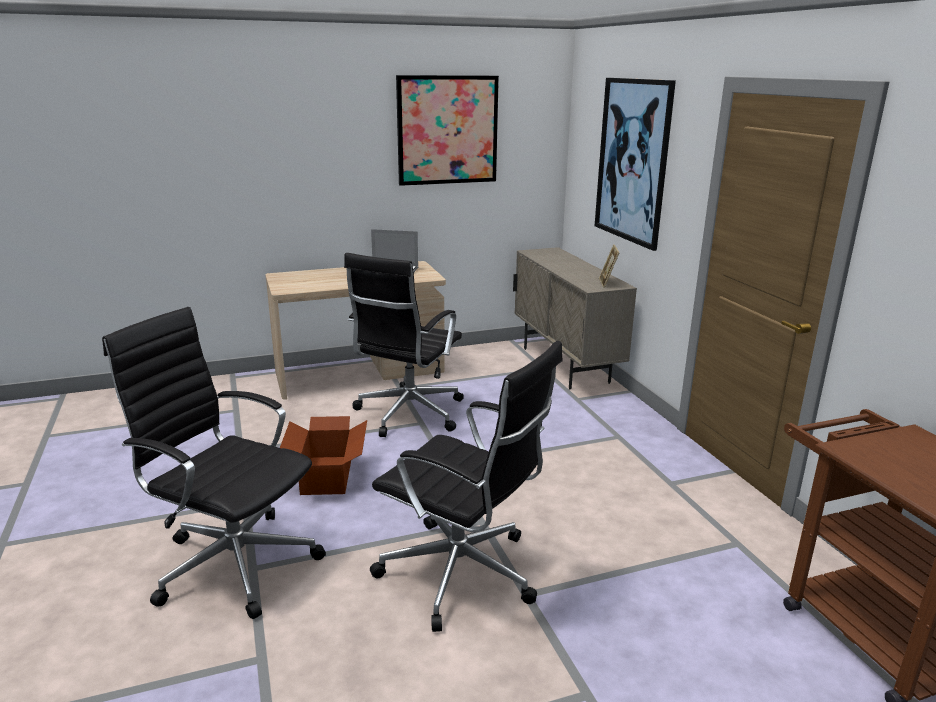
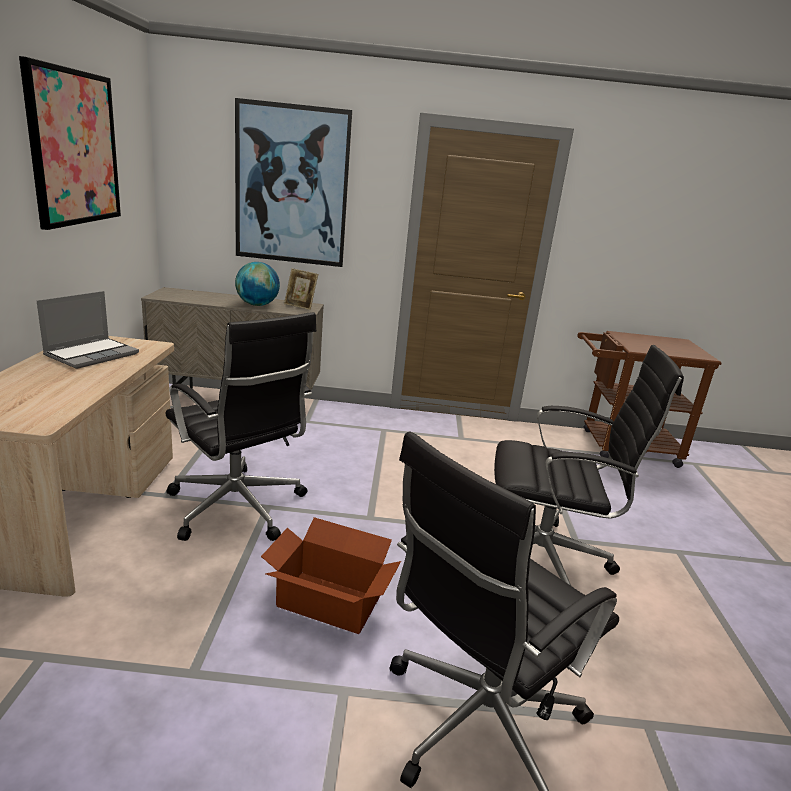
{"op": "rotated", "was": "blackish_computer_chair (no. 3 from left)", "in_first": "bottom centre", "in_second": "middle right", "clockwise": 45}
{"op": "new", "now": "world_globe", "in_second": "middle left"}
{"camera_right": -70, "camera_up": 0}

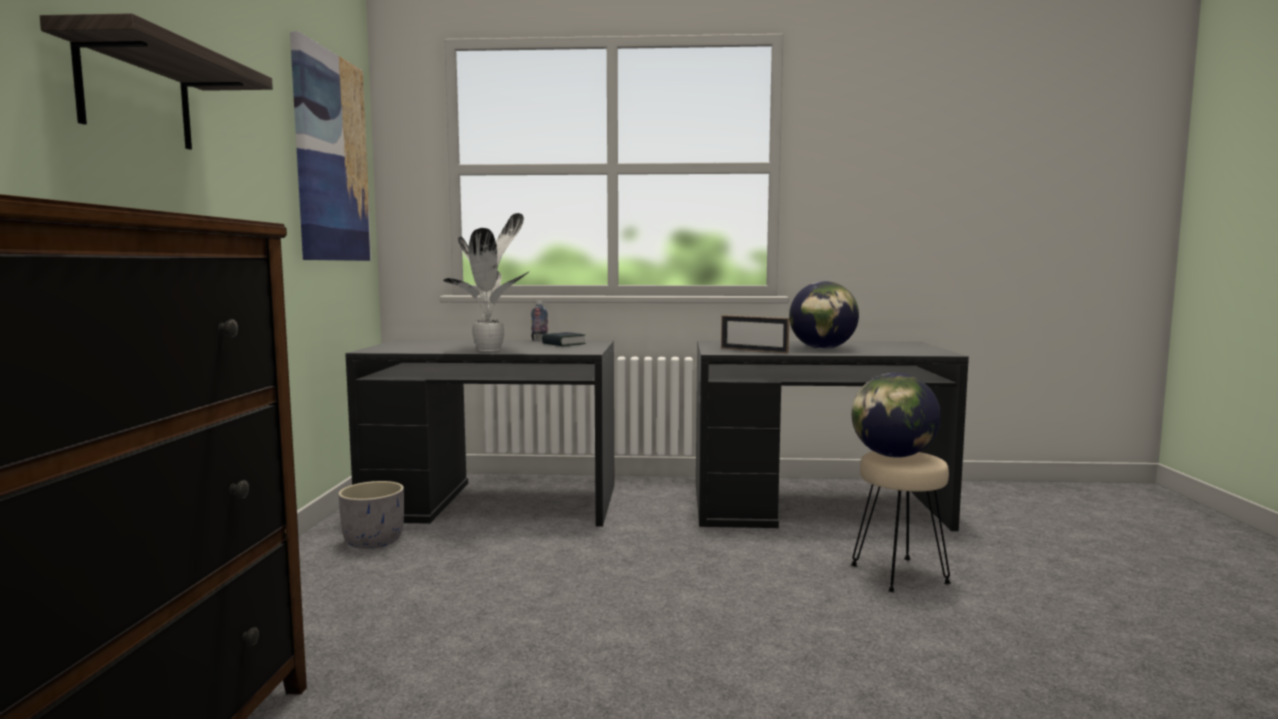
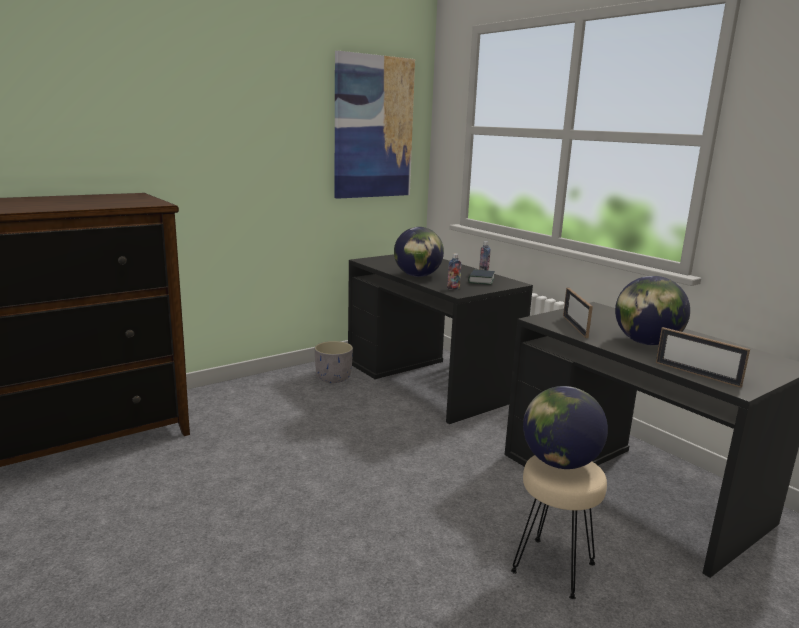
{"op": "gone", "was": "wall_shelf", "in_first": "top left"}
{"op": "swapped", "was": "plant_in_a_pot", "now": "world_globe (no. 1 from left)", "in_first": "centre", "in_second": "centre"}
{"op": "new", "now": "beverage_bottle (no. 1 from left)", "in_second": "centre"}
{"op": "new", "now": "picture_frame (no. 2 from left)", "in_second": "middle right"}
{"camera_right": 50, "camera_up": 10}

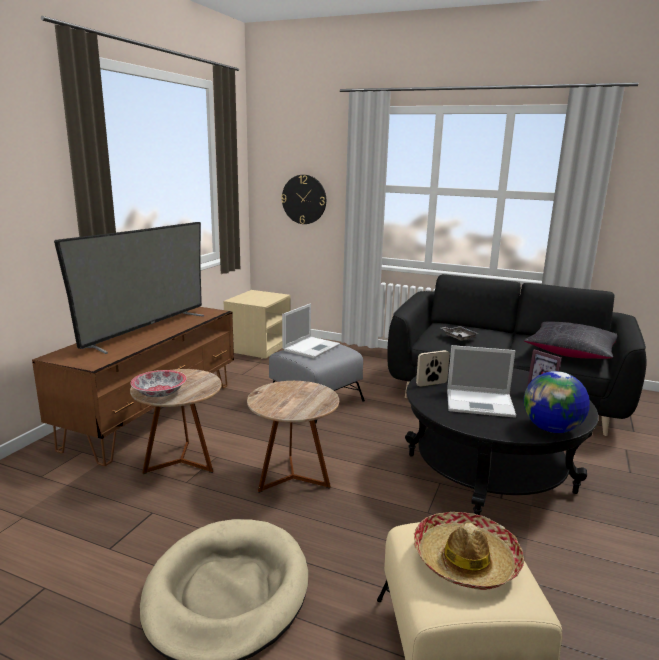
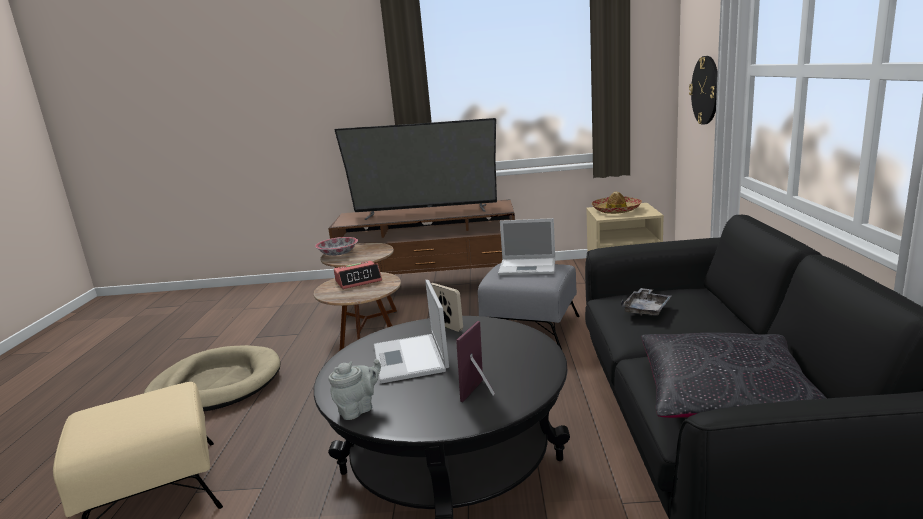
{"op": "swapped", "was": "world_globe", "now": "gray_tea_pot", "in_first": "middle right", "in_second": "bottom centre"}
{"op": "shifted", "was": "hat", "in_first": "bottom right", "in_second": "middle right"}
{"op": "new", "now": "alarm_clock", "in_second": "centre"}
{"camera_right": 70, "camera_up": 0}

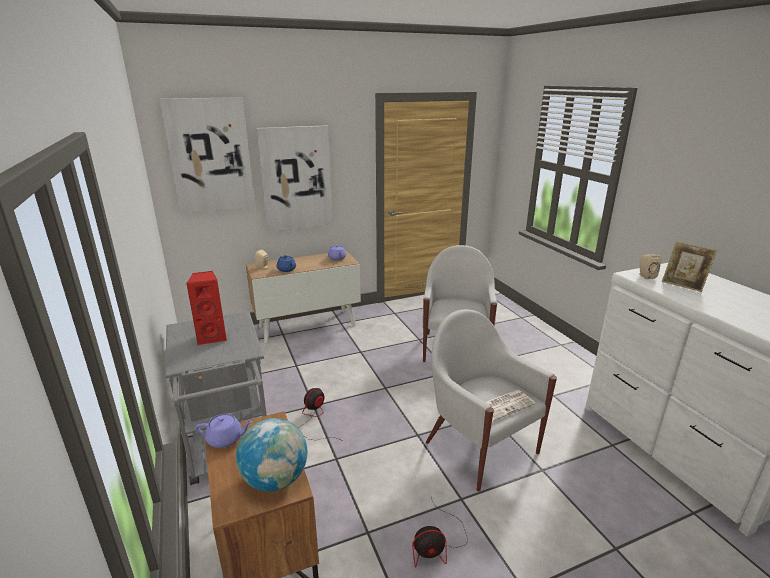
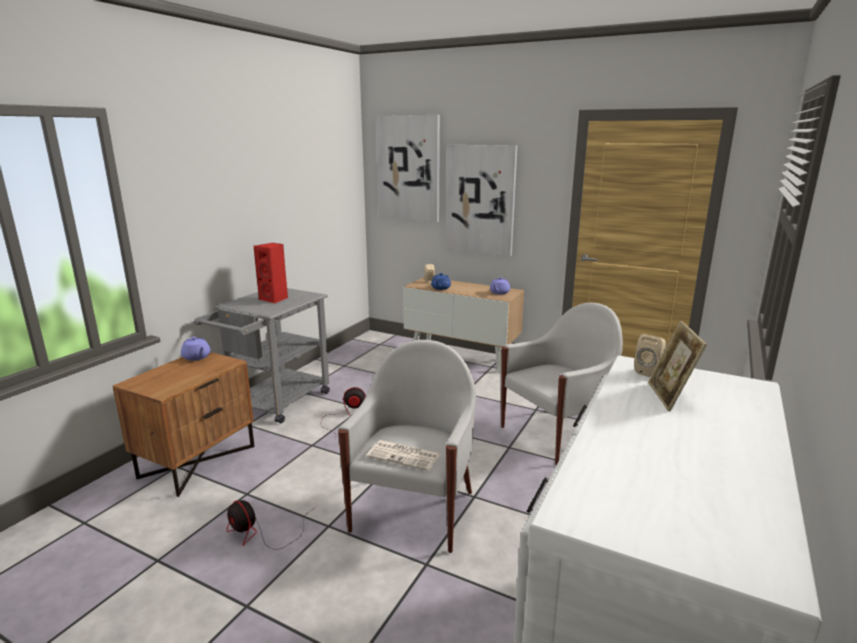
{"op": "gone", "was": "world_globe", "in_first": "bottom centre"}
{"camera_right": 50, "camera_up": -5}

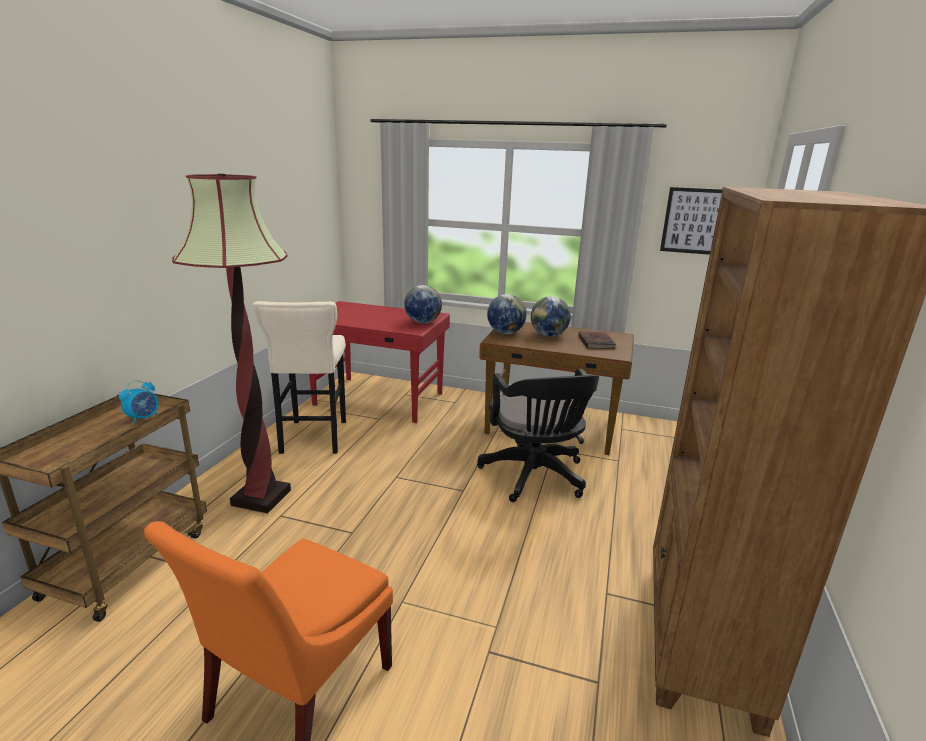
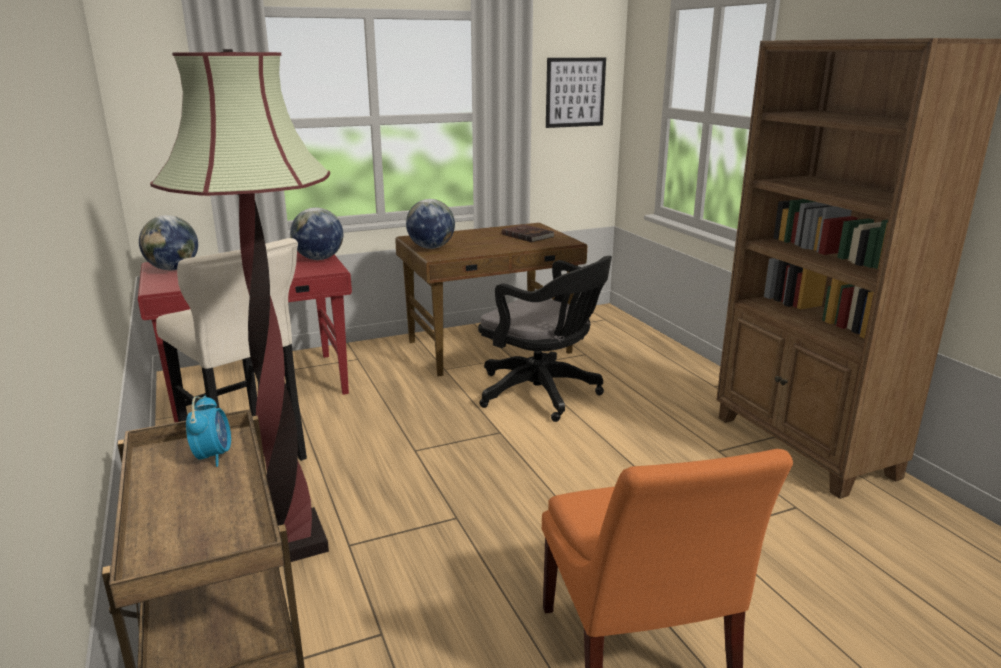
{"op": "shifted", "was": "world_globe (no. 3 from left in the first image)", "now": "world_globe (no. 1 from left)", "in_first": "centre", "in_second": "middle left"}
{"camera_right": -40, "camera_up": 0}

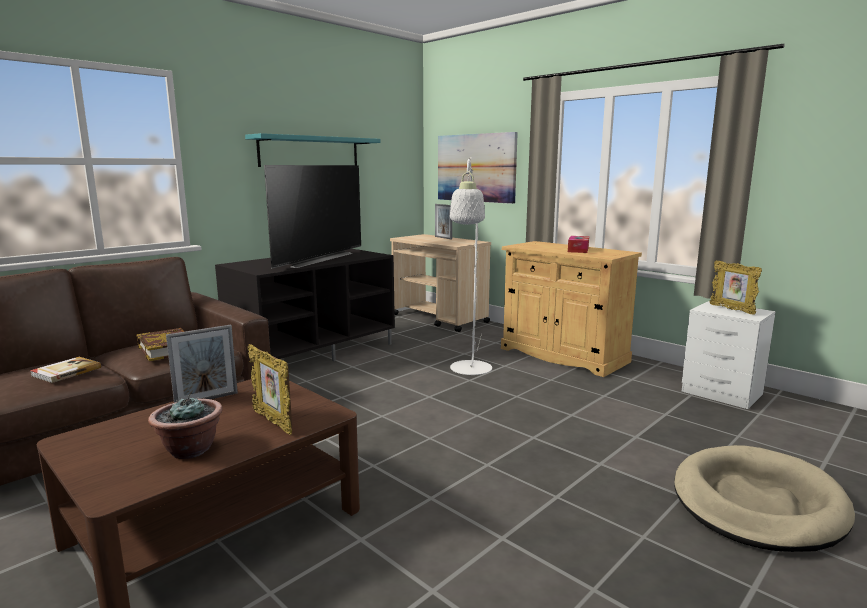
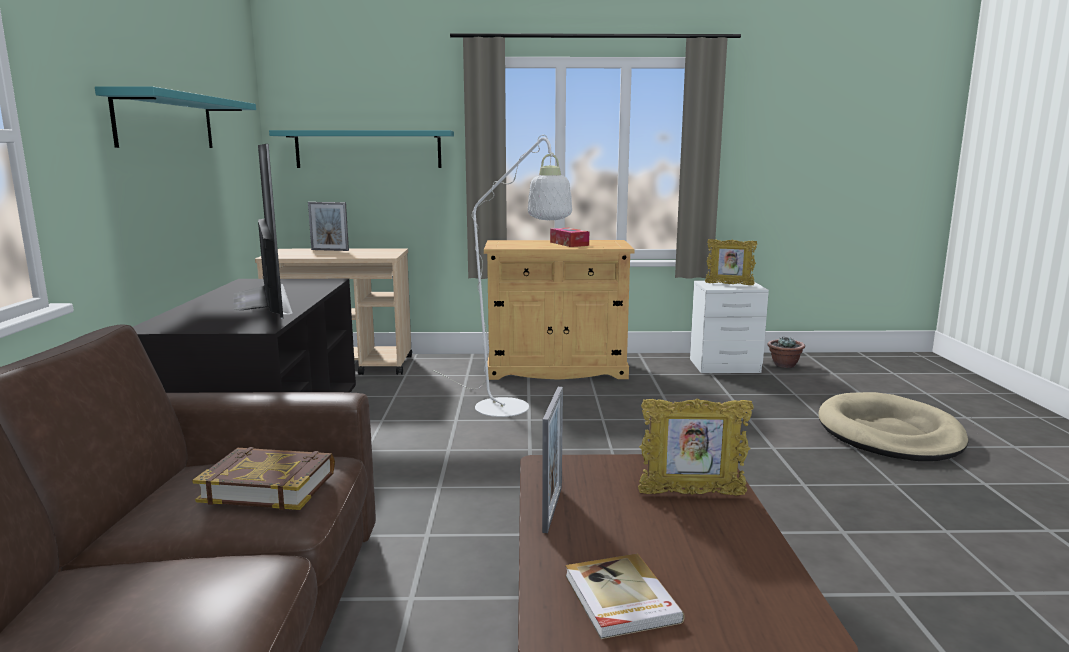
{"op": "swapped", "was": "picture", "now": "turquoise_wall_shelf (no. 2 from left)", "in_first": "top centre", "in_second": "top centre"}
{"op": "shifted", "was": "bound_book (no. 1 from left in the first image)", "now": "bound_book (no. 2 from left)", "in_first": "middle left", "in_second": "bottom centre"}
{"op": "shifted", "was": "plant_in_a_pot", "in_first": "bottom left", "in_second": "middle right"}
{"camera_right": -45, "camera_up": 0}

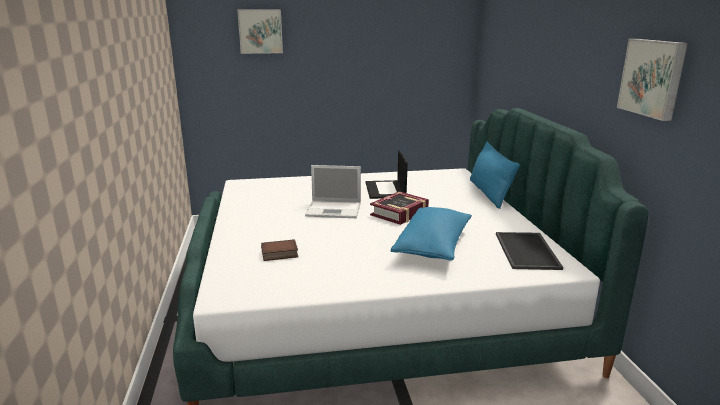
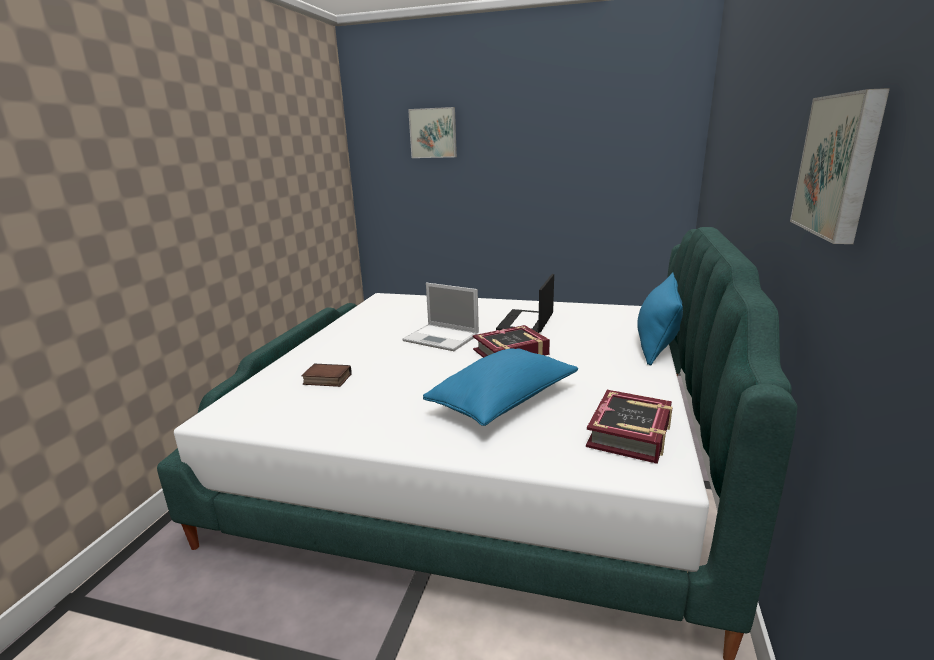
{"op": "swapped", "was": "carrying_tray", "now": "bound_book (no. 3 from left)", "in_first": "middle right", "in_second": "middle right"}
{"camera_right": 25, "camera_up": 0}

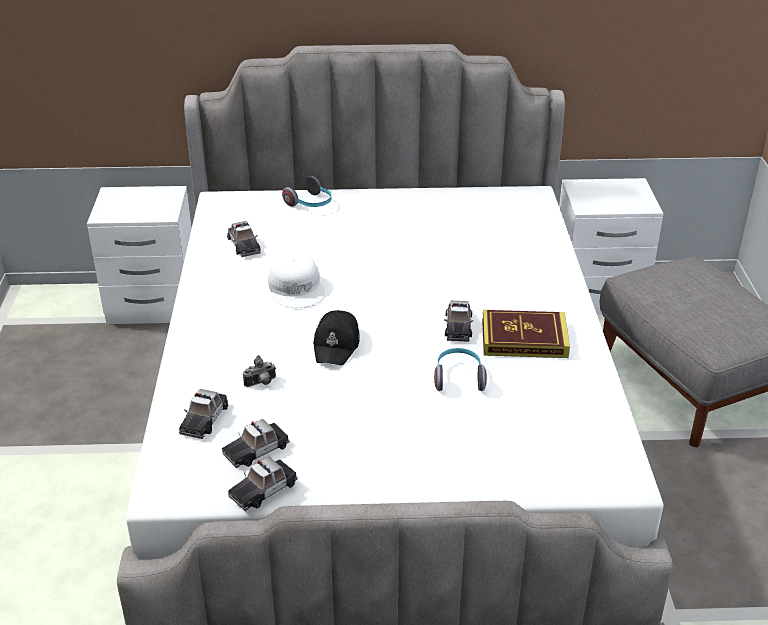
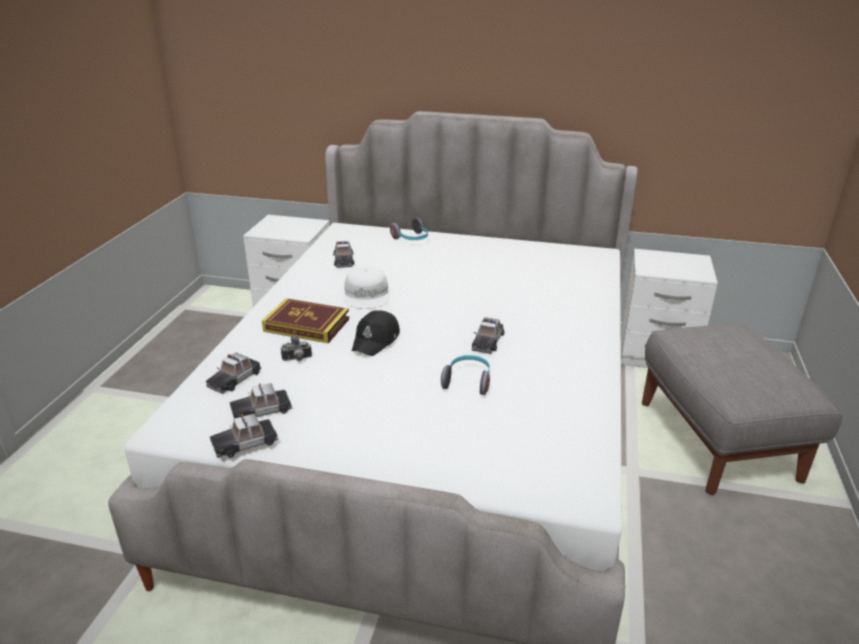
{"op": "shifted", "was": "bound_book", "in_first": "middle right", "in_second": "centre"}
{"camera_right": 15, "camera_up": -5}

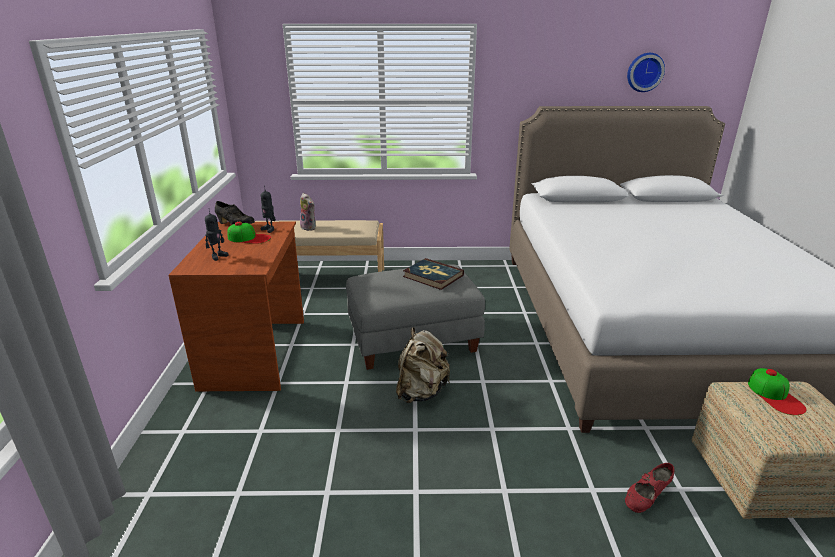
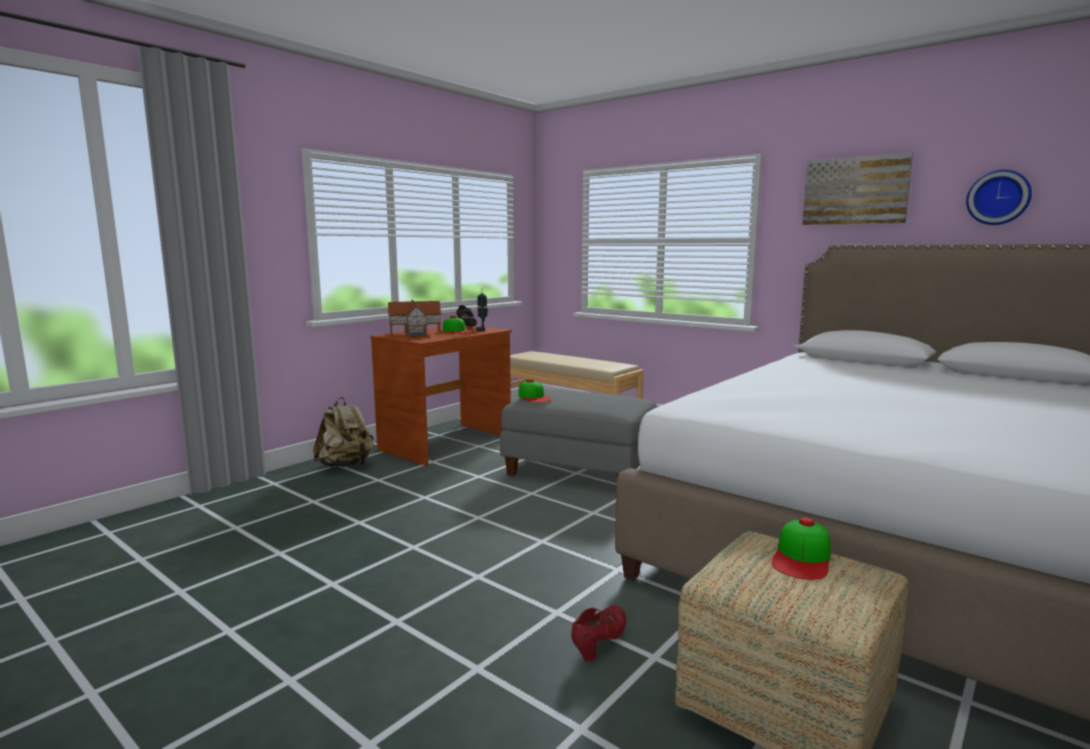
{"op": "gone", "was": "plush_toy", "in_first": "centre"}
{"op": "swapped", "was": "robot_figure (no. 1 from left)", "now": "miniature_house", "in_first": "middle left", "in_second": "centre"}
{"op": "gone", "was": "bound_book", "in_first": "centre"}
{"op": "shifted", "was": "beige-coloured_backpack", "in_first": "centre", "in_second": "middle left"}
{"op": "rotated", "was": "red-coloured_low_shoe", "in_first": "bottom right", "in_second": "bottom centre", "clockwise": 120}
{"op": "new", "now": "picture", "in_second": "top right"}
{"op": "new", "now": "baseball_cap (no. 2 from left)", "in_second": "centre"}
{"camera_right": 40, "camera_up": -15}

